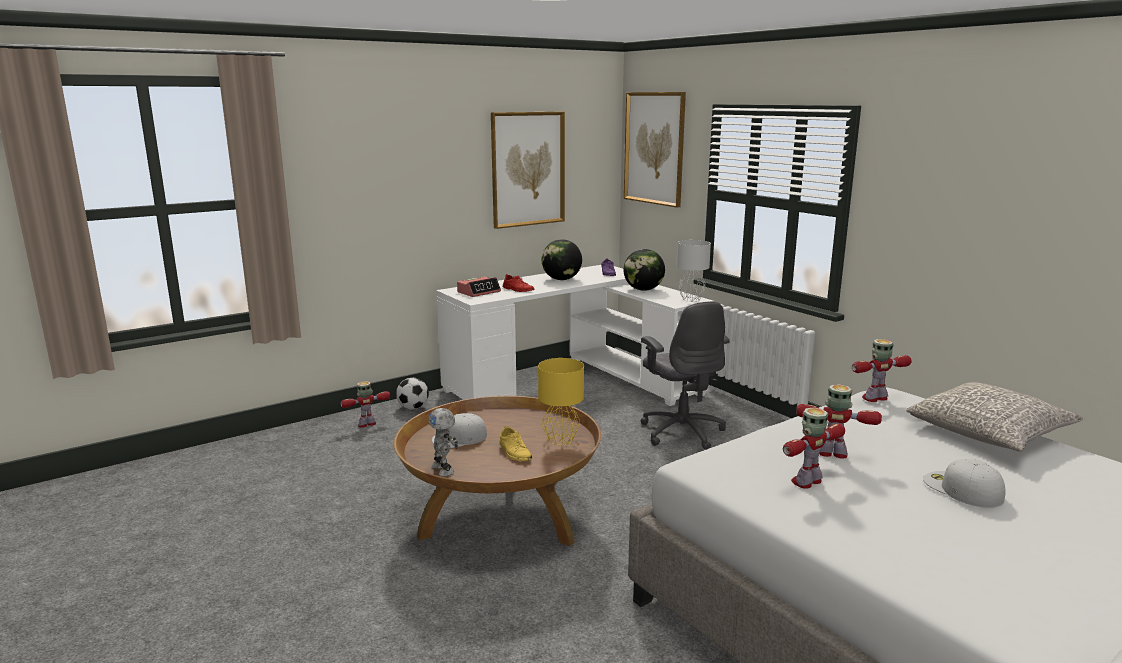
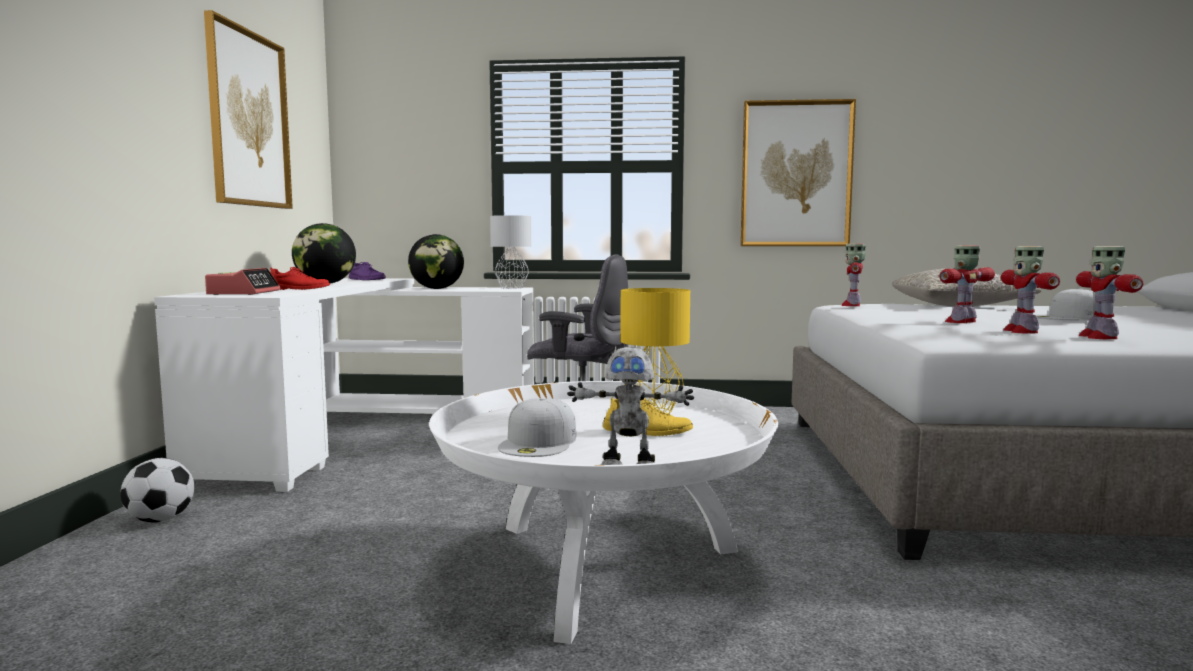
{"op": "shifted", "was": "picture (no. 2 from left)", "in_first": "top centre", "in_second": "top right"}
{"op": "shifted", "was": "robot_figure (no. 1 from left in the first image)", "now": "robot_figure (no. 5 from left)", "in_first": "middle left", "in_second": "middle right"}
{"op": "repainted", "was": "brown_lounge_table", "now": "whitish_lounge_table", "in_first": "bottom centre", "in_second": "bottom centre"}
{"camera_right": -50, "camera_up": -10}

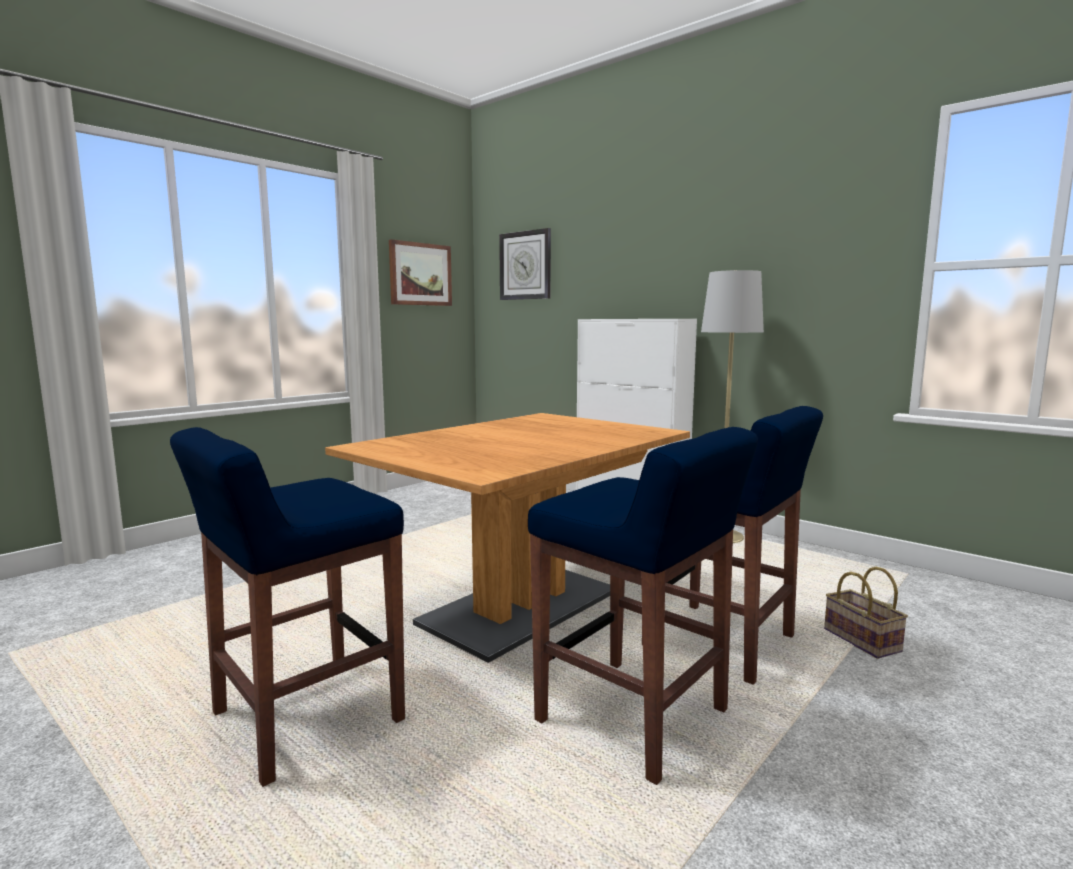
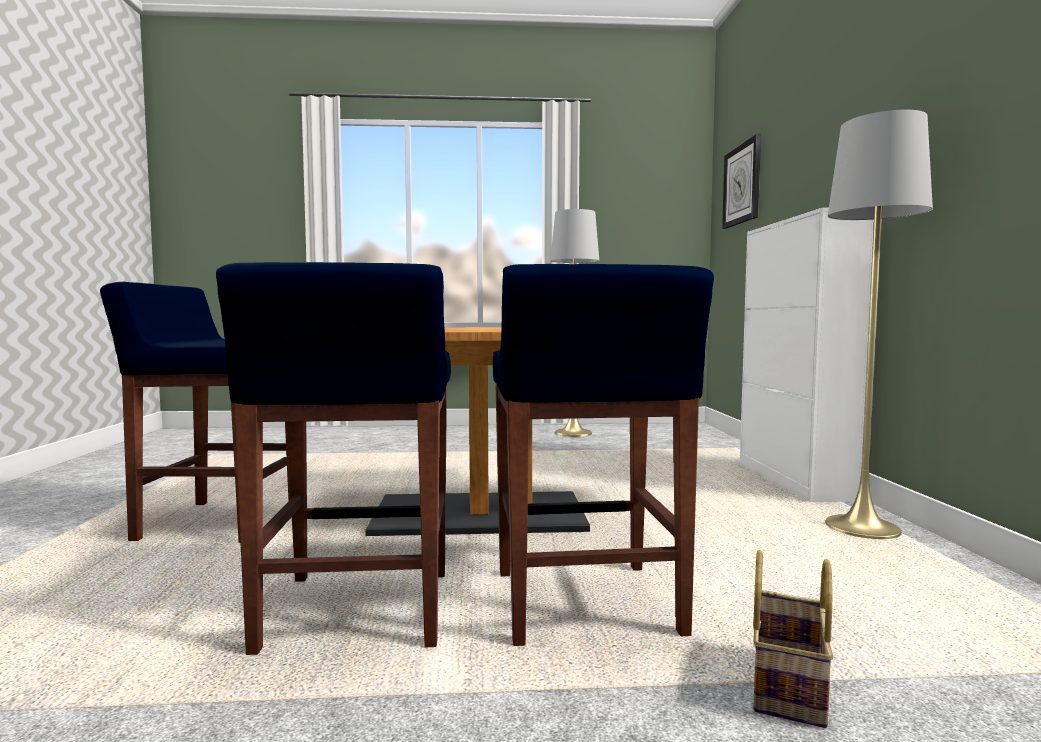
{"op": "gone", "was": "picture", "in_first": "top centre"}
{"op": "new", "now": "gray_standard_lamp (no. 1 from left)", "in_second": "centre"}
{"camera_right": 45, "camera_up": -5}

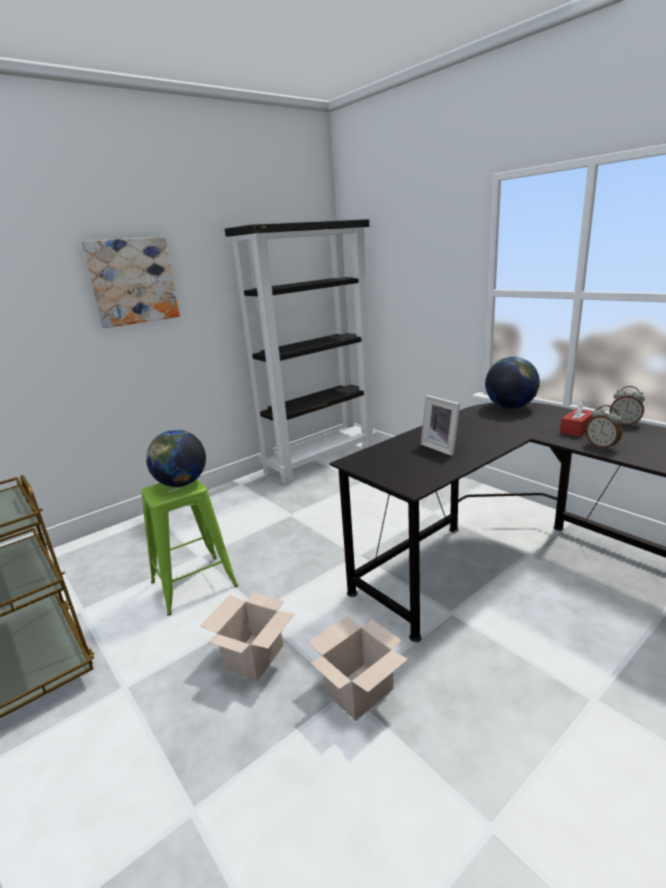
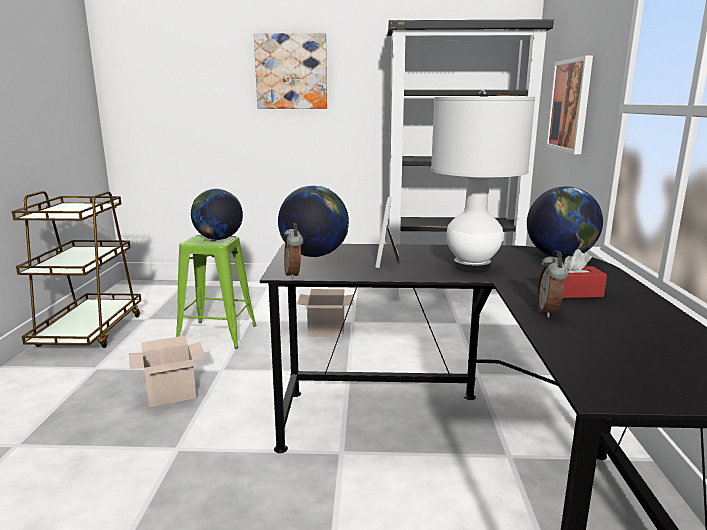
{"op": "shifted", "was": "alarm_clock (no. 2 from left in the first image)", "now": "alarm_clock (no. 1 from left)", "in_first": "middle right", "in_second": "centre"}
{"op": "shifted", "was": "packing_box (no. 2 from left)", "in_first": "bottom centre", "in_second": "centre"}
{"op": "new", "now": "picture (no. 2 from left)", "in_second": "top right"}
{"op": "new", "now": "whitish_table_lamp", "in_second": "middle right"}
{"op": "new", "now": "world_globe (no. 2 from left)", "in_second": "centre"}
{"camera_right": 40, "camera_up": -5}

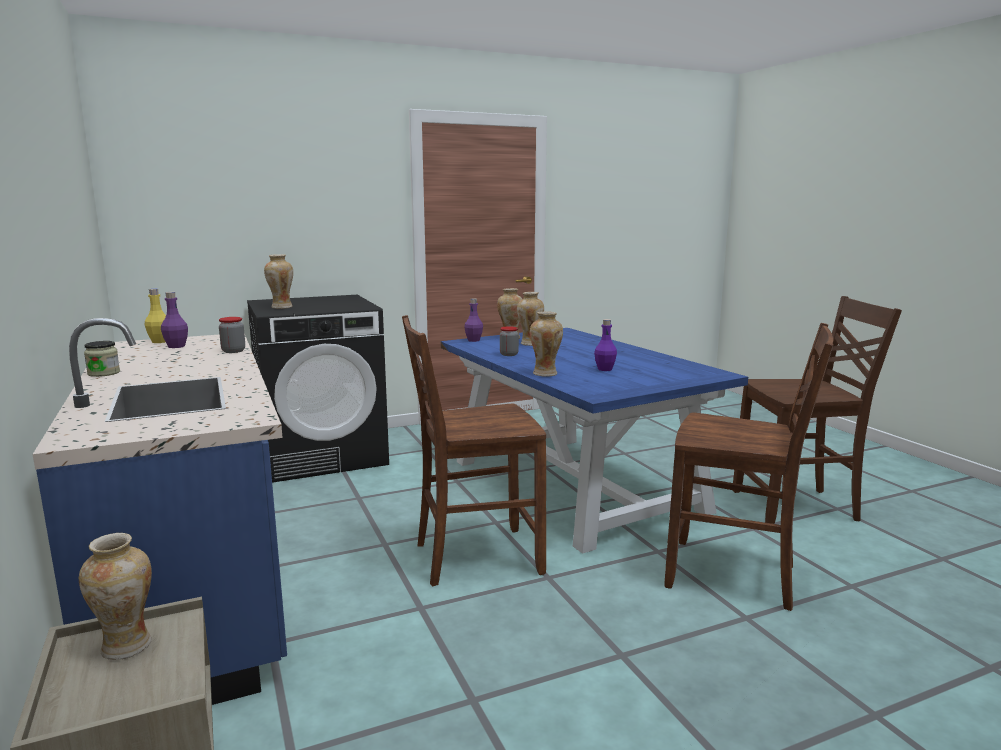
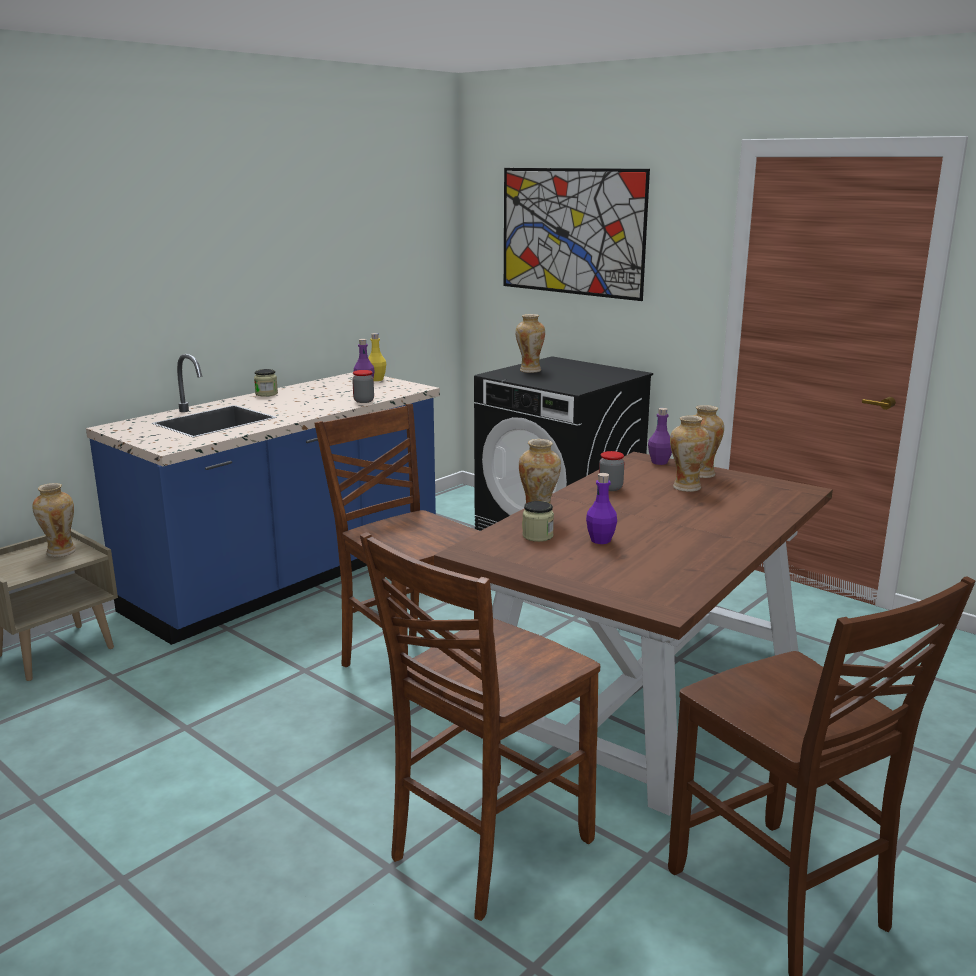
{"op": "rotated", "was": "brown_chair (no. 2 from left)", "in_first": "middle right", "in_second": "bottom centre", "clockwise": 45}
{"op": "repainted", "was": "blue_dinner_table", "now": "brown_dinner_table", "in_first": "centre", "in_second": "centre"}
{"op": "new", "now": "picture", "in_second": "top centre"}
{"op": "new", "now": "preserve_jar (no. 3 from left)", "in_second": "centre"}
{"camera_right": 65, "camera_up": 5}

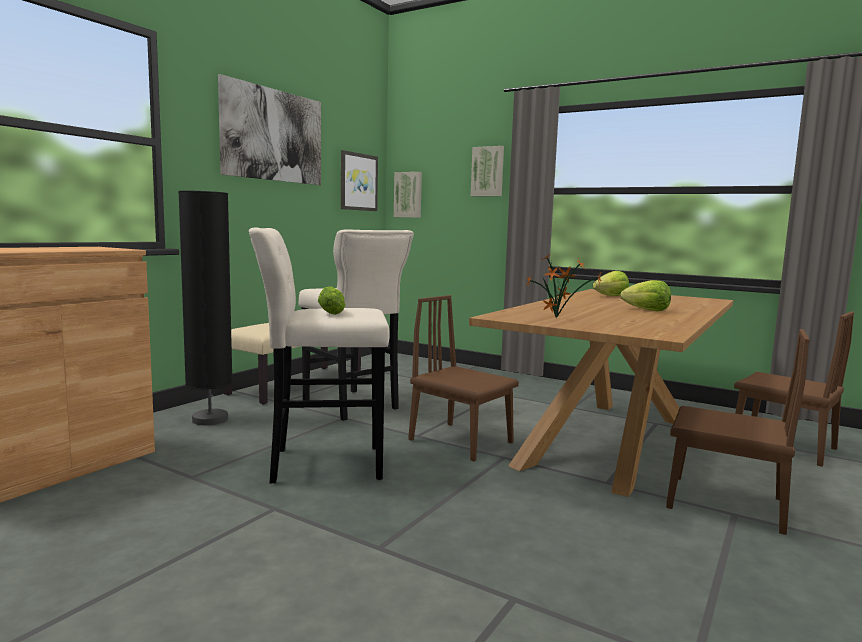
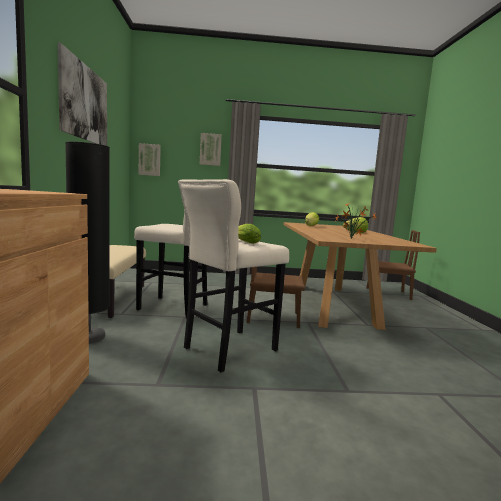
{"op": "gone", "was": "picture (no. 2 from left)", "in_first": "top centre"}
{"op": "gone", "was": "brown_chair (no. 2 from left)", "in_first": "bottom right"}
{"camera_right": -35, "camera_up": 0}

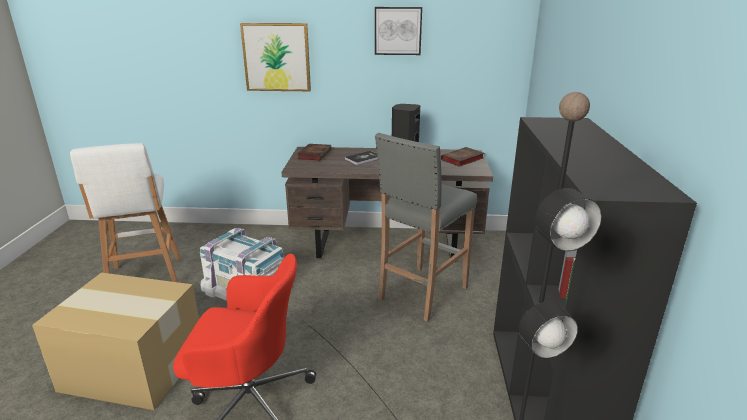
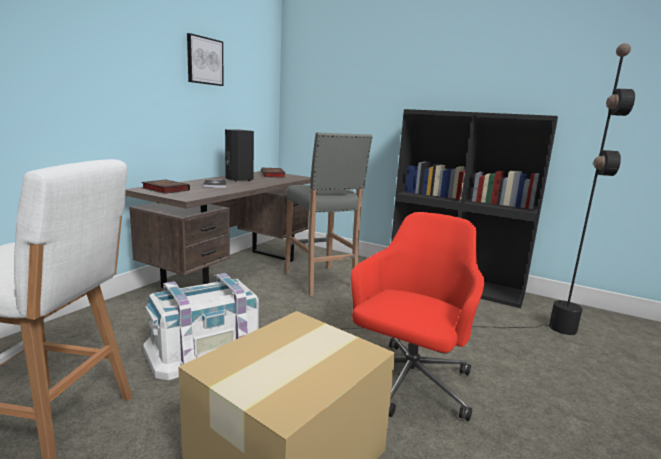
{"op": "gone", "was": "picture (no. 1 from left)", "in_first": "top centre"}
{"camera_right": -65, "camera_up": -10}

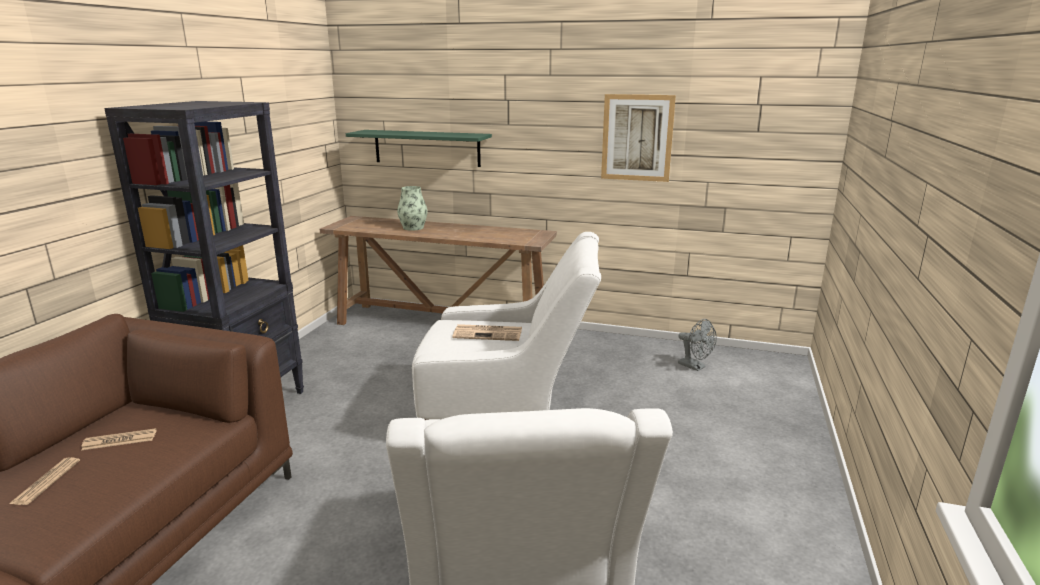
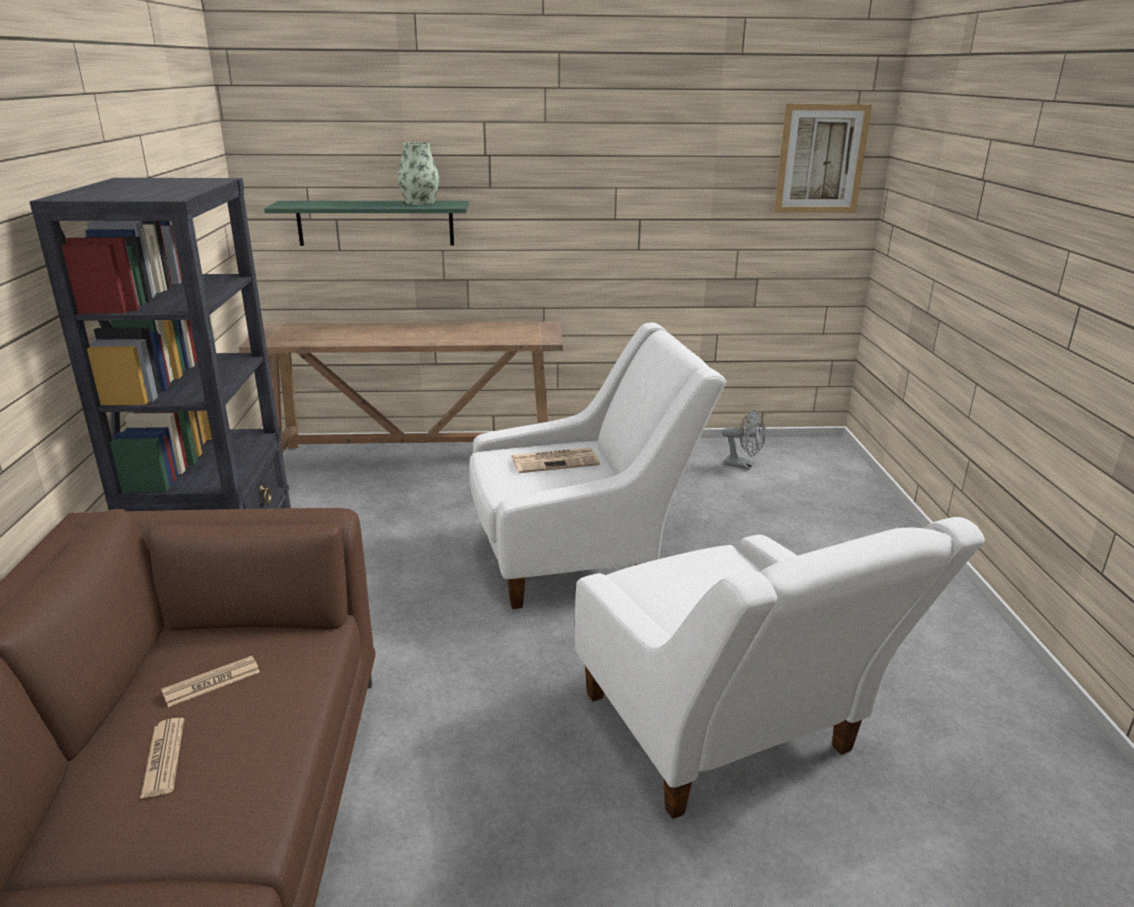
{"op": "shifted", "was": "picture", "in_first": "top centre", "in_second": "top right"}
{"op": "shifted", "was": "flower_vase", "in_first": "centre", "in_second": "top centre"}
{"camera_right": -20, "camera_up": 5}

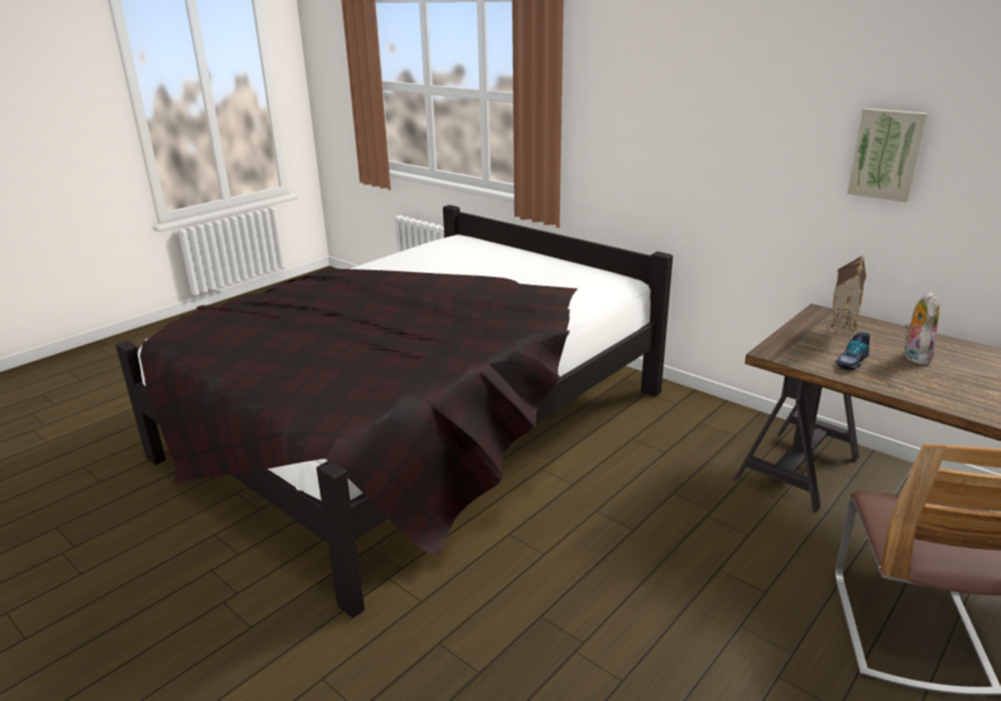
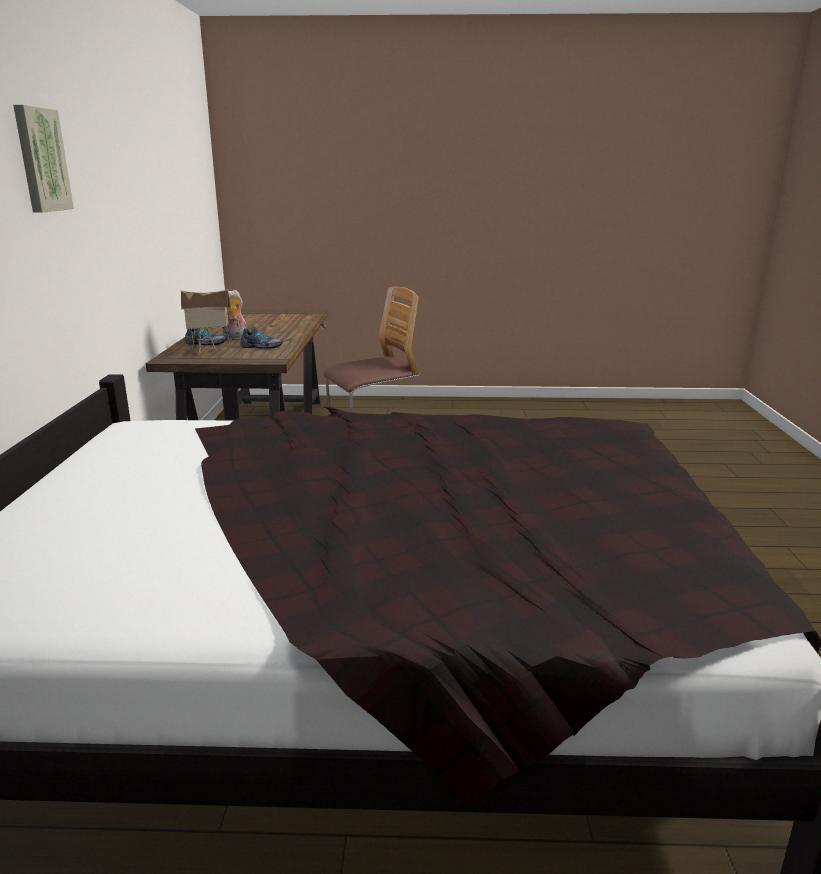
{"op": "shifted", "was": "picture", "in_first": "top right", "in_second": "top left"}
{"op": "new", "now": "low_shoe (no. 1 from left)", "in_second": "middle left"}
{"camera_right": -130, "camera_up": -5}

